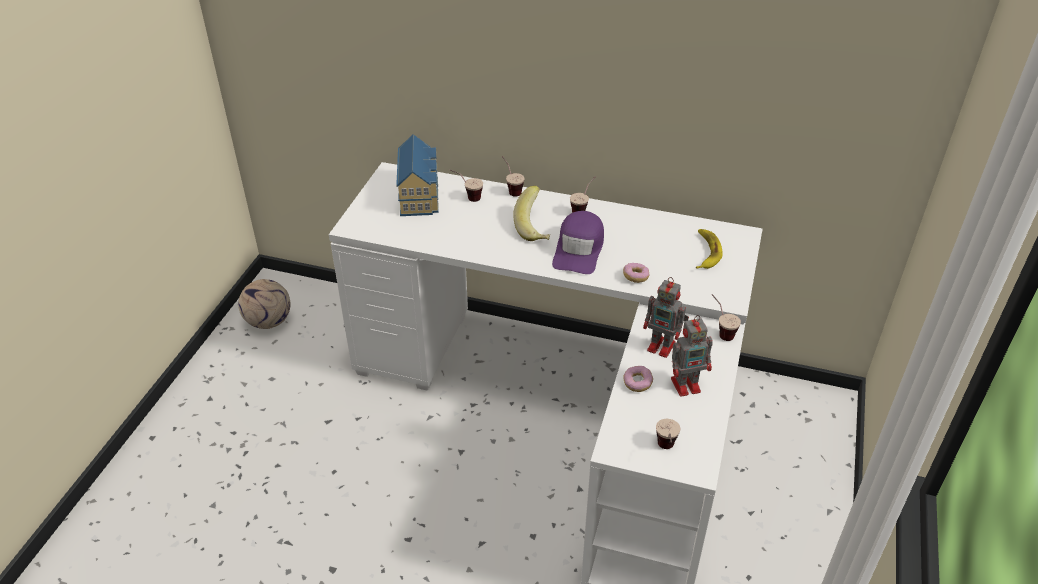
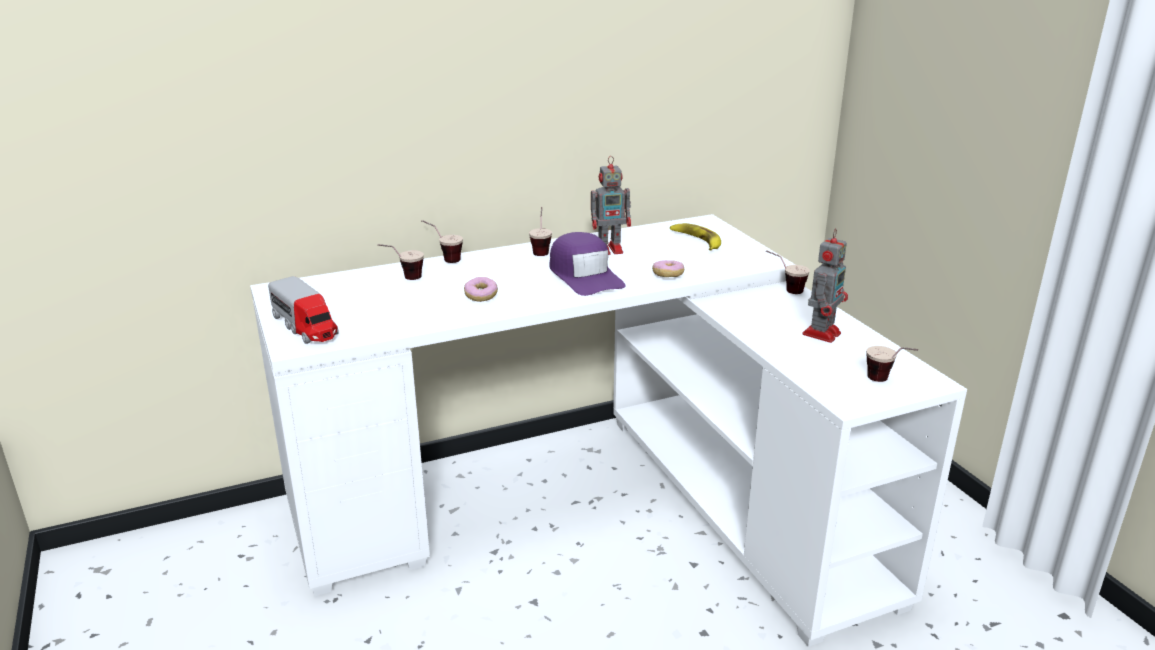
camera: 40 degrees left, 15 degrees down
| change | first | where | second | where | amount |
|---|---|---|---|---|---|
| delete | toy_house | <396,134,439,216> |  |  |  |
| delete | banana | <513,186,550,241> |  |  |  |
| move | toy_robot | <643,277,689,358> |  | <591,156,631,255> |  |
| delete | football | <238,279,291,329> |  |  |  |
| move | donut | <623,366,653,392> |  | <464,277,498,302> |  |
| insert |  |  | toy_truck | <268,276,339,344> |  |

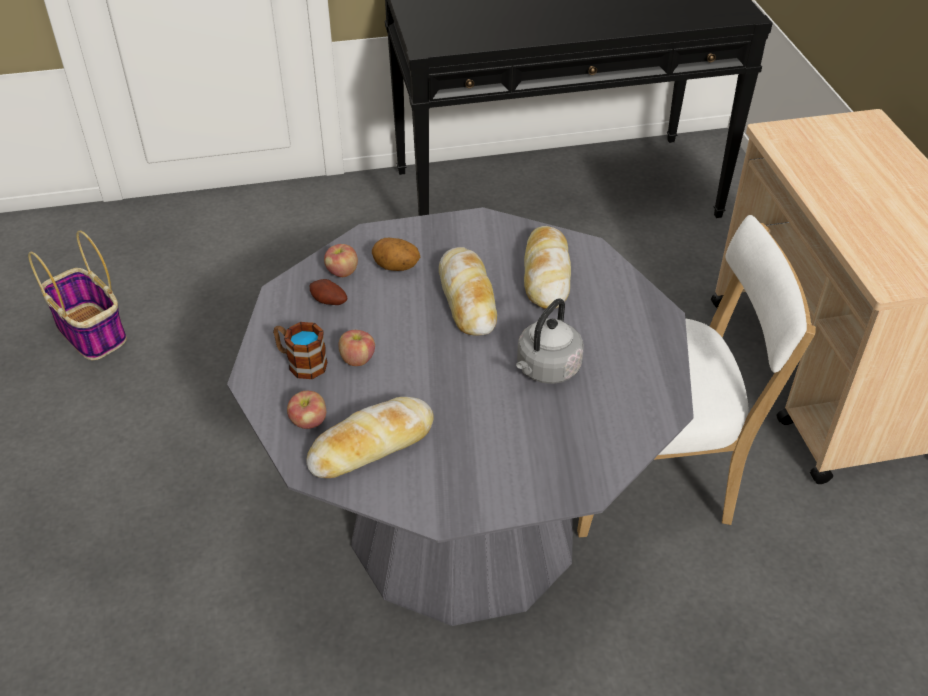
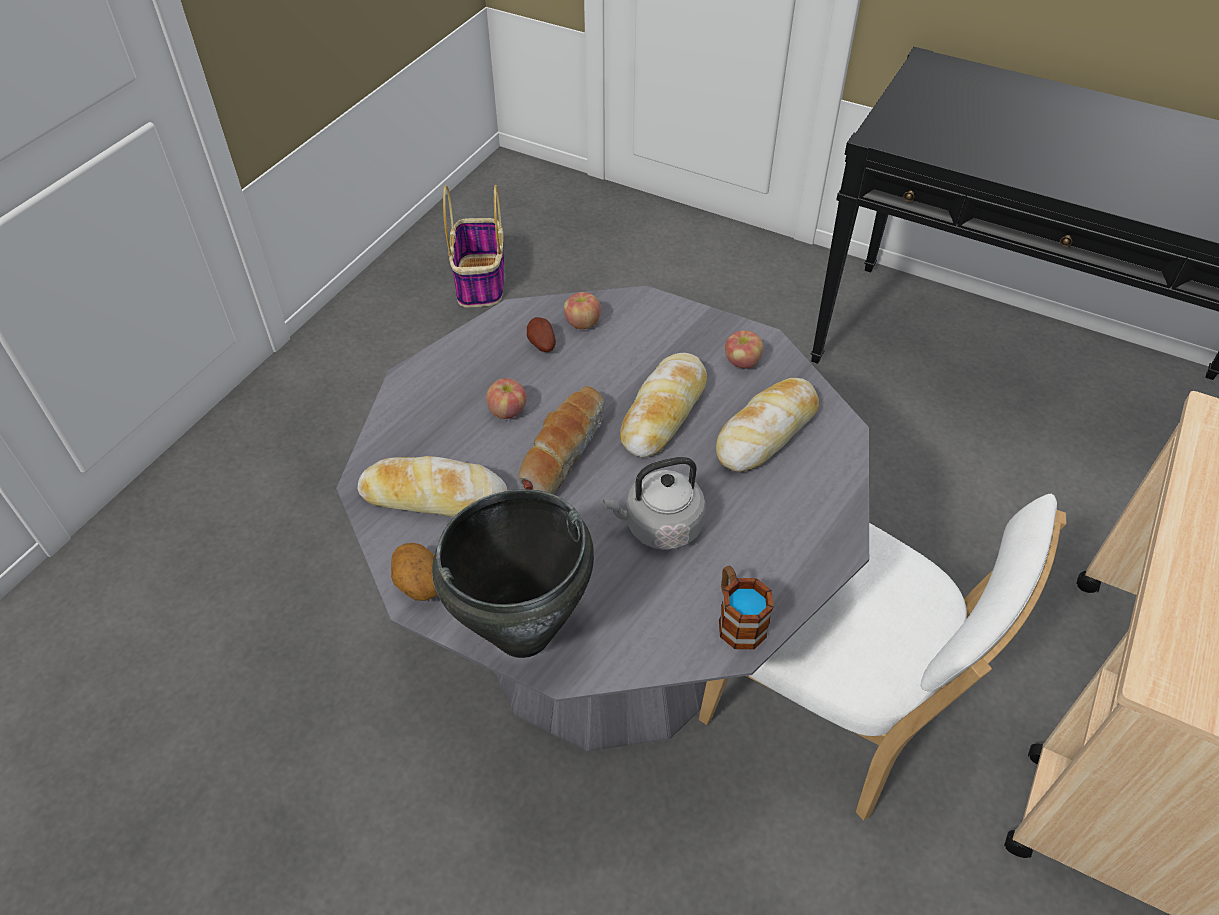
camera: 40 degrees right, 5 degrees up
| change | first | where | second | where | amount |
|---|---|---|---|---|---|
| move | potato | <372,238,420,271> |  | <391,543,437,601> |  |
| move | mug | <273,322,328,379> |  | <719,566,773,649> |  |
| move | apple | <287,391,326,429> |  | <725,330,763,369> |  |
| insert |  |  | bread | <518,386,604,494> |  |
| insert |  |  | black_cooking_pot | <432,489,594,658> |  |

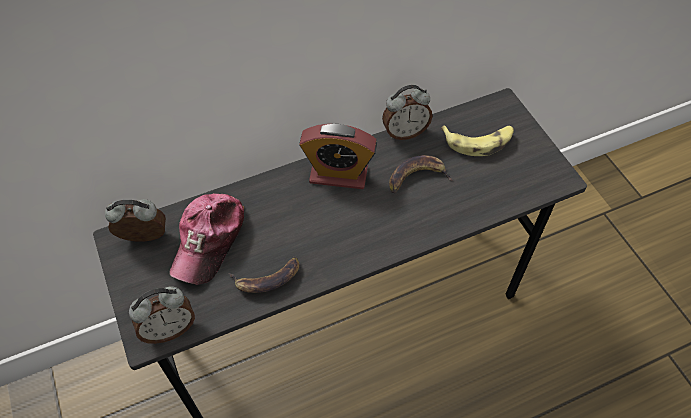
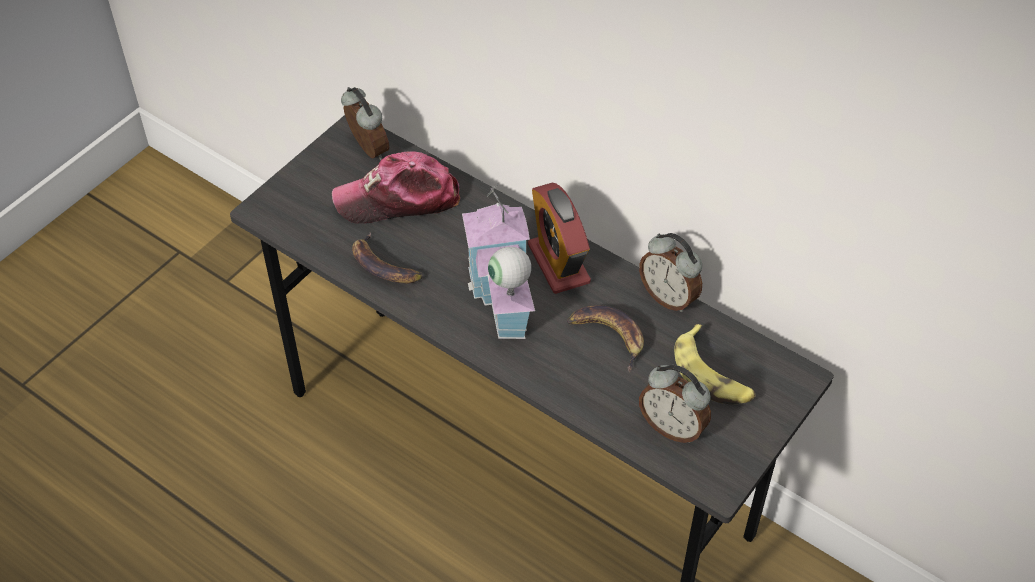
camera: 60 degrees right, 5 degrees down
| change | first | where | second | where | amount |
|---|---|---|---|---|---|
| move | alarm_clock | <129,286,195,344> |  | <639,365,711,443> |  |
| insert |  |  | toy_house | <462,183,535,339> |  |

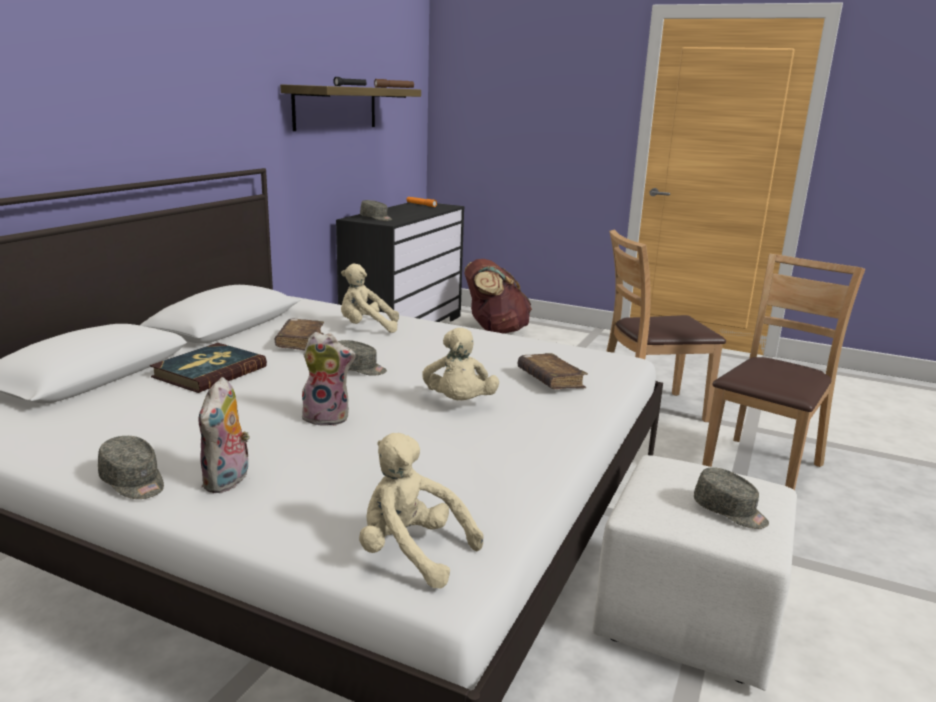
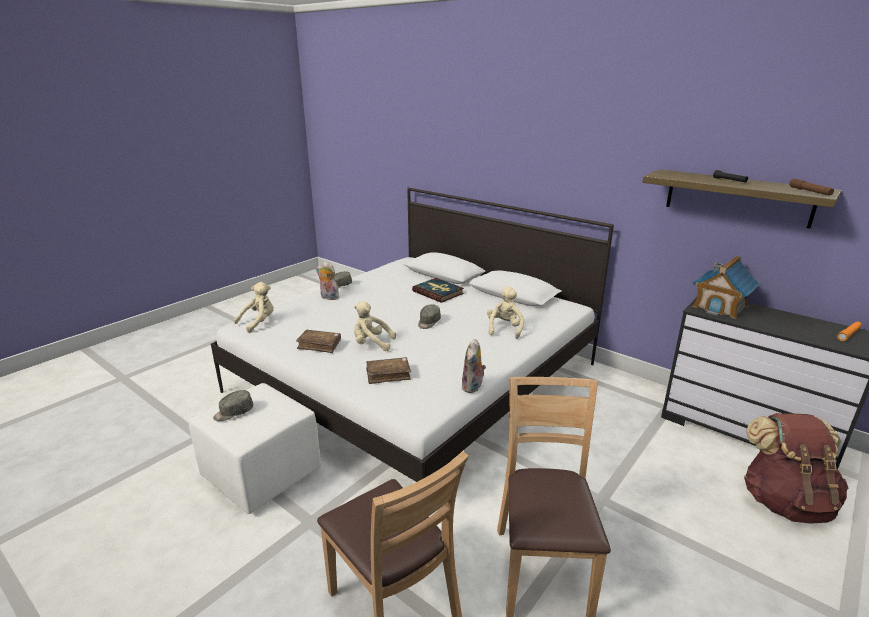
camera: 105 degrees right, 5 degrees up
| change | first | where | second | where | amount |
|---|---|---|---|---|---|
| replace | grey_cap | <360,200,392,221> | toy_house | <692,256,760,319> |  |
| move | brown_book | <275,319,324,351> |  | <296,330,341,353> |  |
| move | plush_toy | <302,332,355,426> |  | <462,339,486,393> |  |

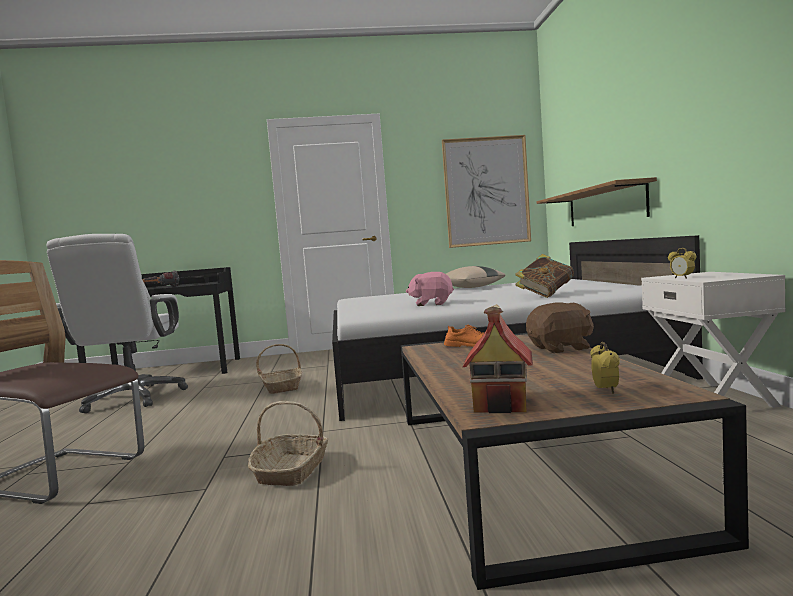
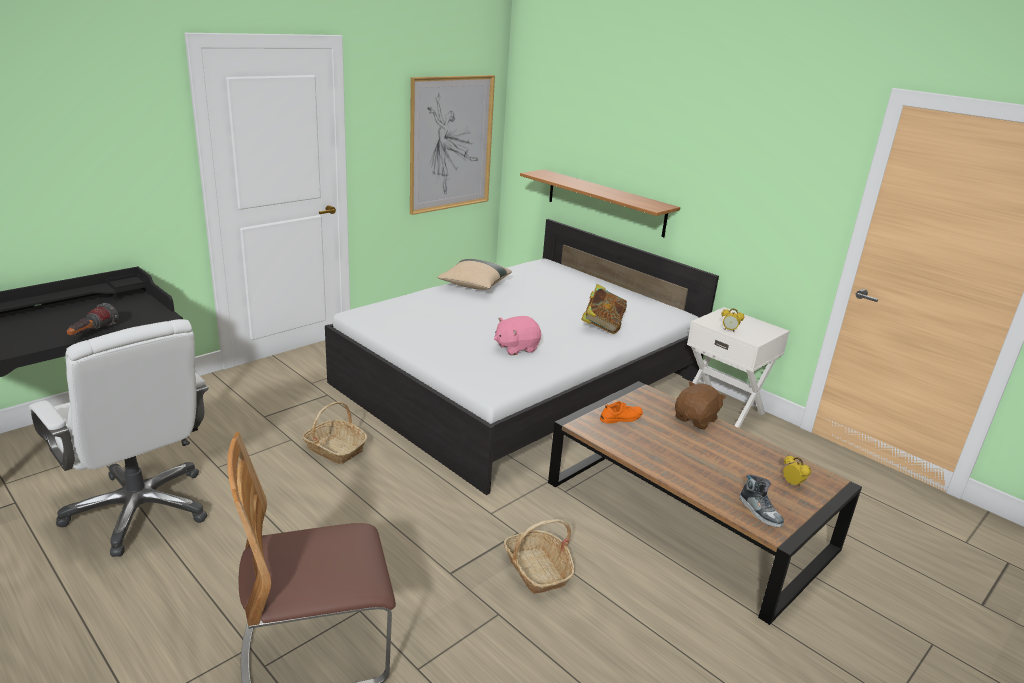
camera: 40 degrees left, 20 degrees up
| change | first | where | second | where | amount |
|---|---|---|---|---|---|
| replace | toy_house | <462,304,533,413> | shoe | <739,474,784,527> |  |

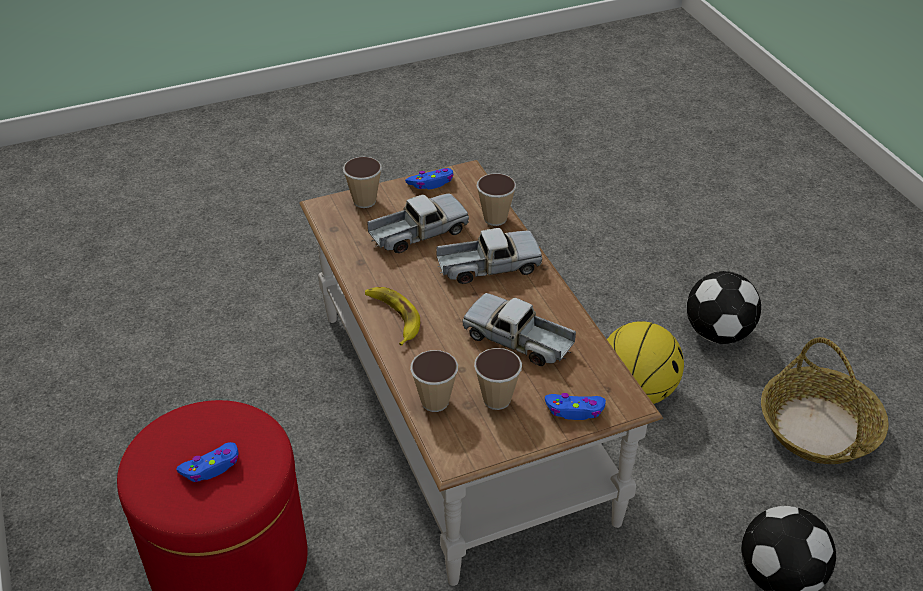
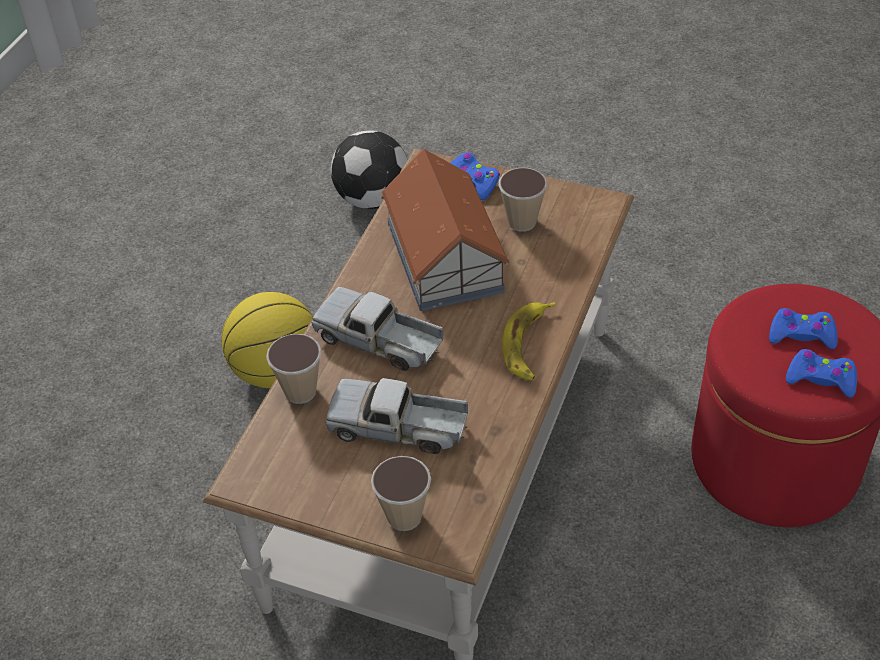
camera: 135 degrees left, 5 degrees up
| change | first | where | second | where | amount |
|---|---|---|---|---|---|
| move | blue_game_controller | <405,168,453,189> |  | <786,349,857,398> |  |
| delete | football | <687,271,761,344> |  |  |  |
| replace | toy_truck | <462,293,576,366> | toy_house | <381,149,510,311> |  |
| delete | basket | <761,337,889,464> |  |  |  |
| delete | cup | <410,350,458,412> |  |  |  |

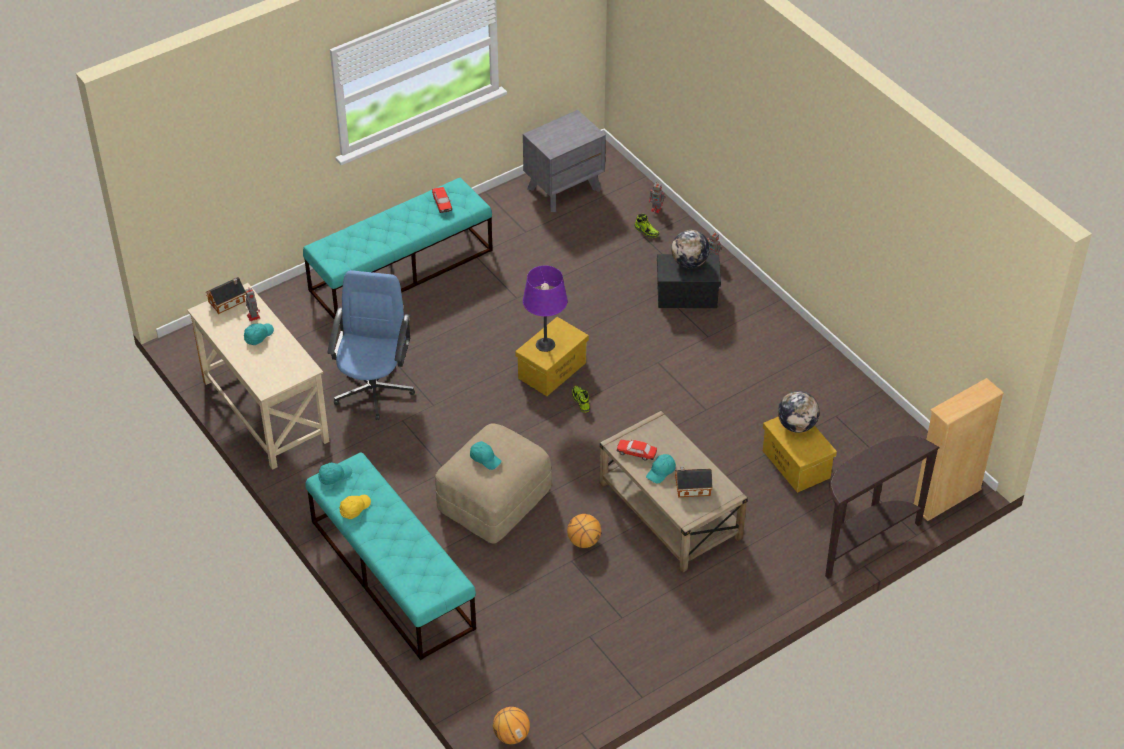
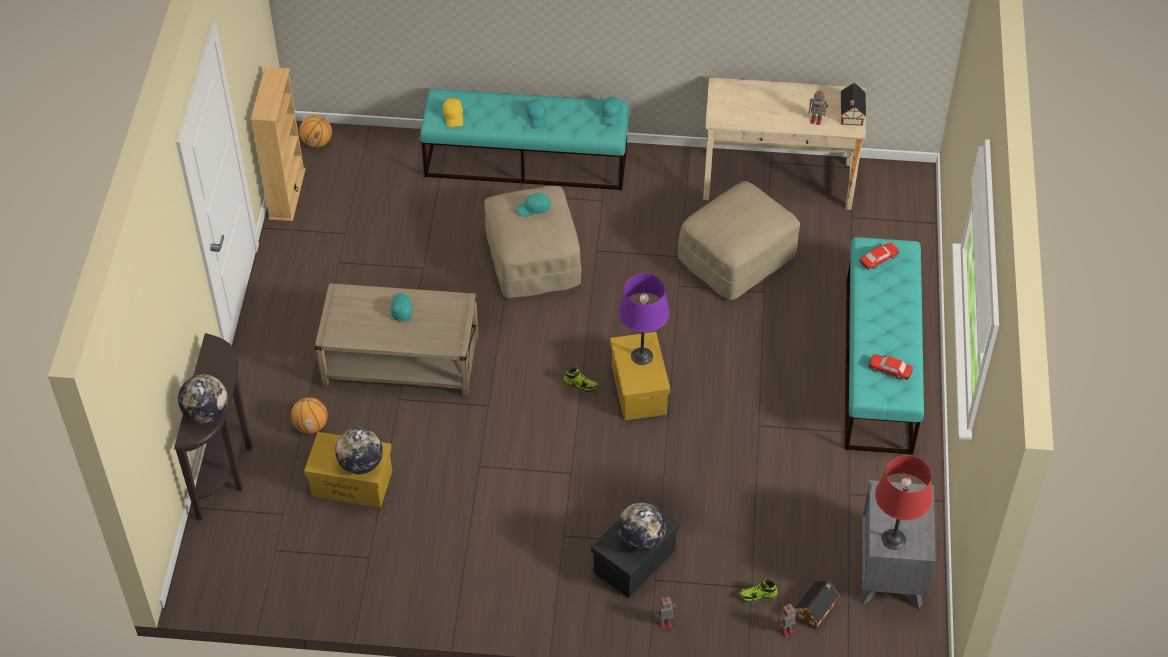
camera: 130 degrees right, 5 degrees up
| change | first | where | second | where | amount |
|---|---|---|---|---|---|
| replace | blue_office_chair | <327,270,415,420> | beige_ottoman | <678,181,800,300> |  |
| move | turquoise_cap | <244,323,274,345> |  | <526,99,547,129> |  |
| move | beige_bookcase | <914,378,1004,521> |  | <250,67,306,221> |  |
| move | toy_car | <617,439,657,460> |  | <859,242,899,270> |  |
| move | toy_house | <675,467,713,497> |  | <795,580,839,629> |  |
| move | yellow_cap | <340,495,371,519> |  | <443,98,463,128> |  |
| move | basketball | <567,514,601,548> |  | <291,397,328,434> |  |
| insert |  |  | globe | <178,374,228,423> |  |
| insert |  |  | red_table_lamp | <875,455,932,550> |  |

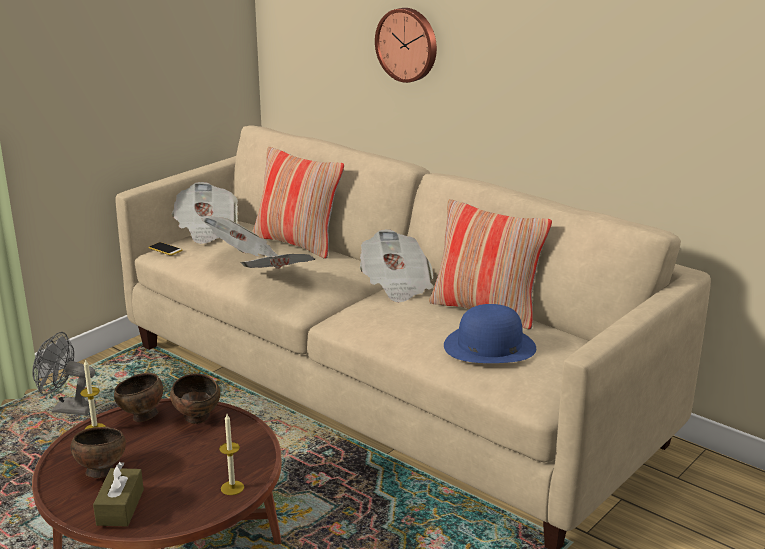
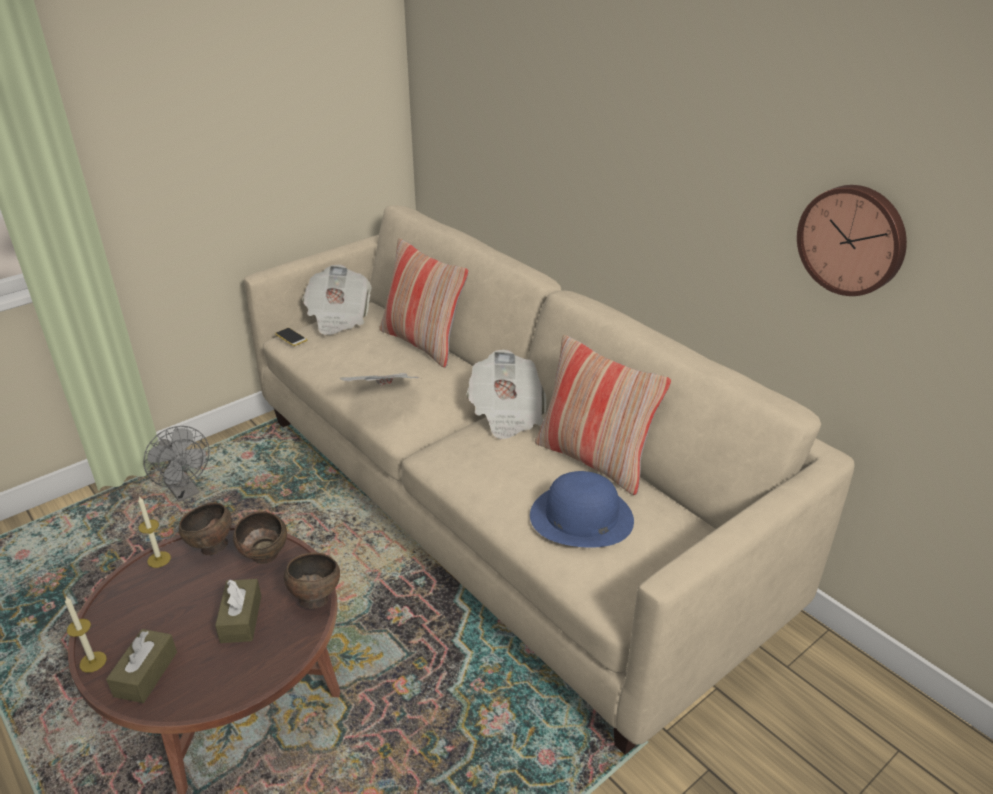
camera: 10 degrees right, 10 degrees up
| change | first | where | second | where | amount |
|---|---|---|---|---|---|
| move | wall_clock | <375,8,437,83> |  | <797,185,907,296> |  |
| delete | newspaper | <201,217,277,257> |  |  |  |
| rotate | grey_fan | <32,332,96,415> |  | <143,426,210,502> | 150 degrees counterclockwise |
| move | candle | <219,414,244,495> |  | <65,597,107,673> |  |
| move | brown_bowl | <70,427,126,478> |  | <284,552,340,609> |  |
| insert |  |  | brown_tissue_box | <215,579,261,643> |  |

